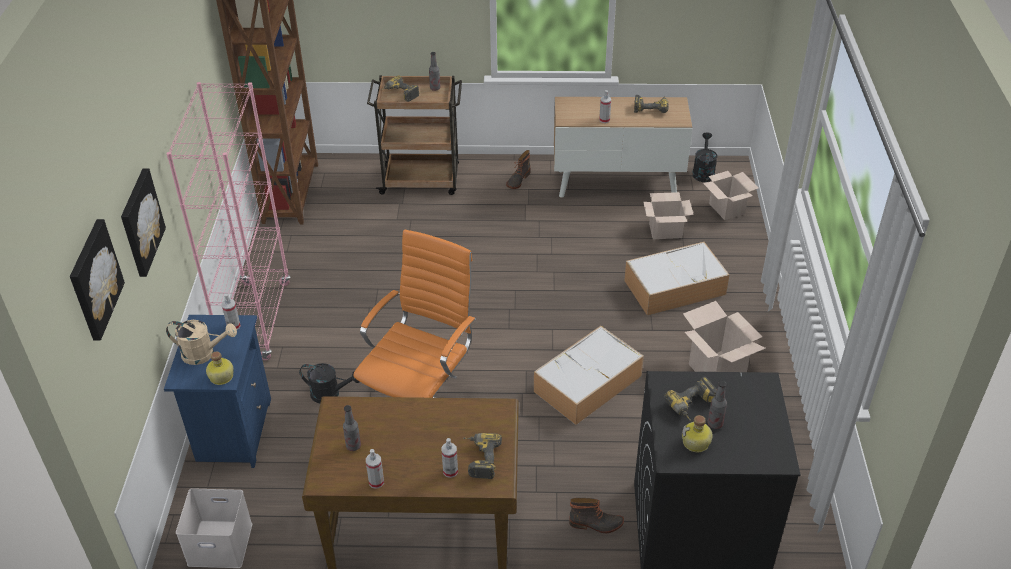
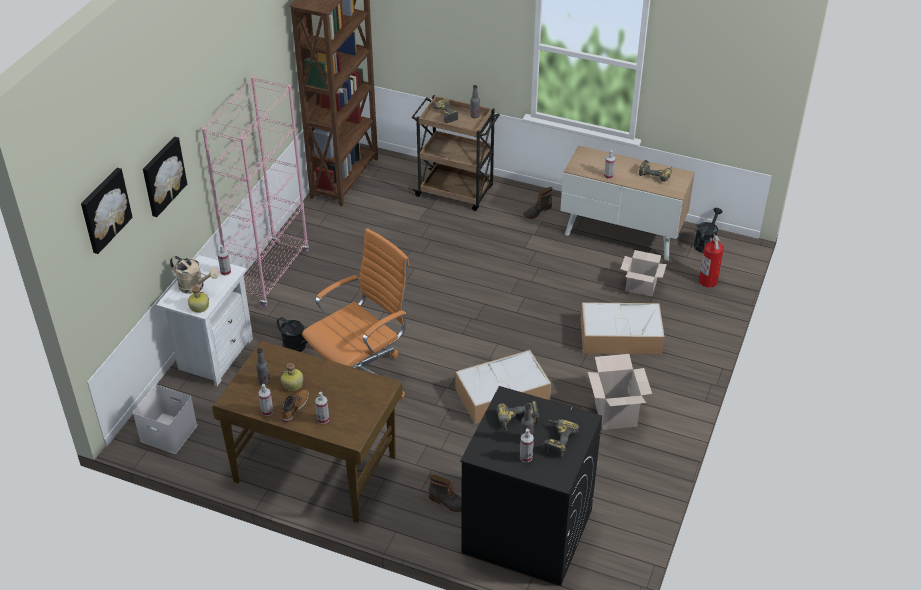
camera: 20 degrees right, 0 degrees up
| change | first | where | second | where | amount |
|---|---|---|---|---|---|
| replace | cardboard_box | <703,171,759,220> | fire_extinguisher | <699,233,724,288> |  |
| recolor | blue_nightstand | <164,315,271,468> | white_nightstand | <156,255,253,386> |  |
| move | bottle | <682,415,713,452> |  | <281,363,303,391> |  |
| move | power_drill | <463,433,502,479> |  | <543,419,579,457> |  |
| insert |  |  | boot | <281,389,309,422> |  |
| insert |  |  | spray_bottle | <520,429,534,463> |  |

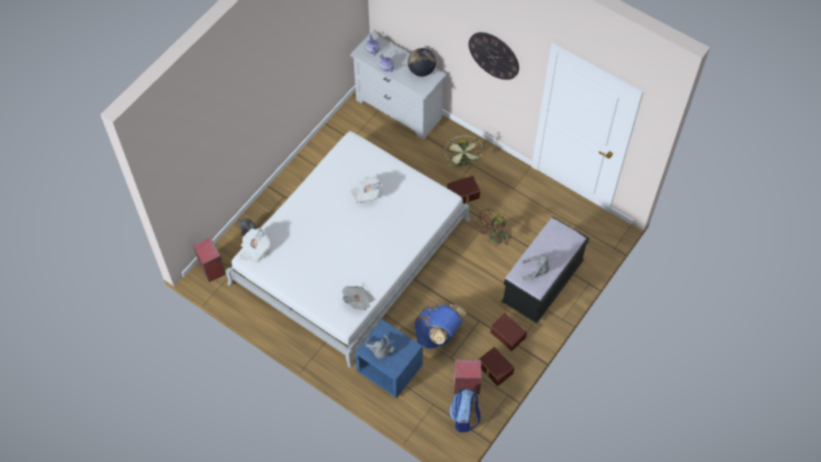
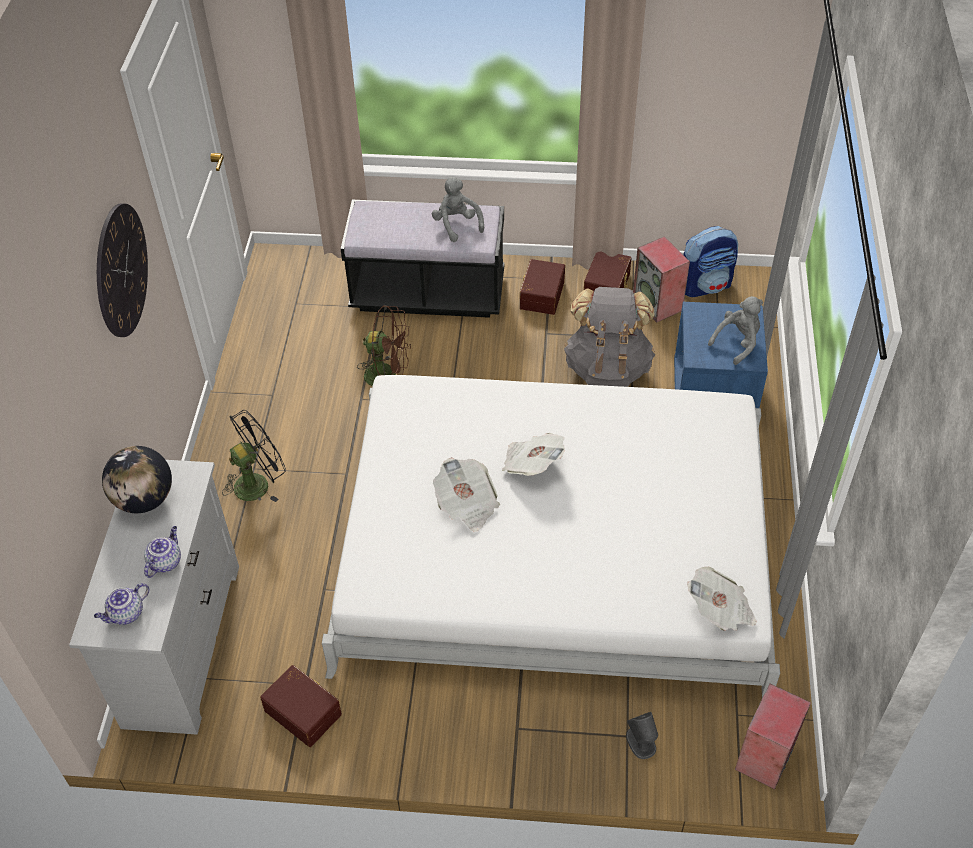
camera: 120 degrees left, 10 degrees down
| change | first | where | second | where | amount |
|---|---|---|---|---|---|
| recolor | green_fan | <444,136,483,167> | black_fan | <222,410,286,502> |  |
| move | brown_storage_box | <447,176,480,203> |  | <260,665,342,747> |  |
| move | newspaper | <342,286,376,310> |  | <502,433,565,476> |  |
| recolor | blue_backpack | <414,304,467,349> | grey_backpack | <564,287,656,387> |  |

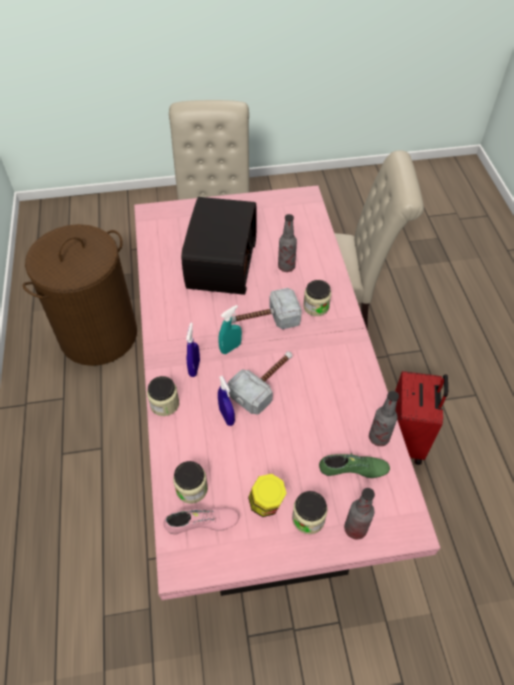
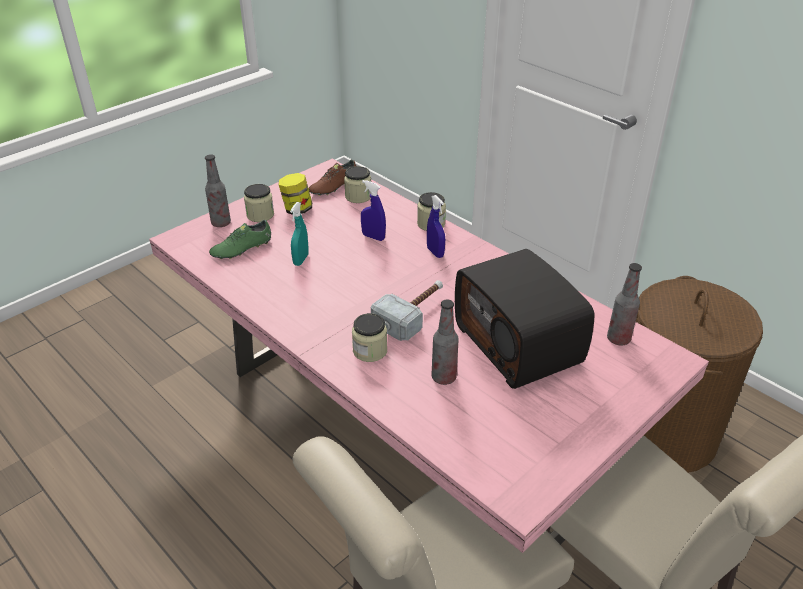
camera: 145 degrees right, 15 degrees down
| change | first | where | second | where | amount |
|---|---|---|---|---|---|
| move | turquoise_spray_bottle | <218,305,242,354> |  | <290,202,309,266> |  |
| delete | hammer | <227,352,292,415> |  |  |  |
| delete | red_suitcase | <395,371,448,465> |  |  |  |
| move | bottle | <369,391,399,446> |  | <607,263,642,345> |  |
| recolor | pink_shoe | <163,507,239,534> | brown_shoe | <309,160,356,196> |  |

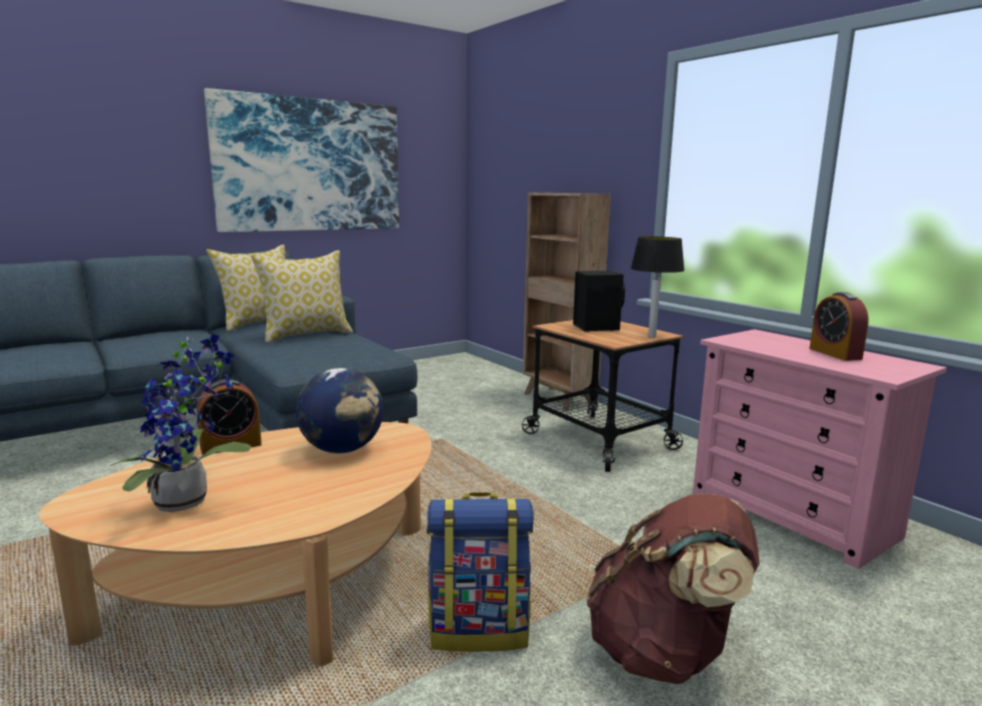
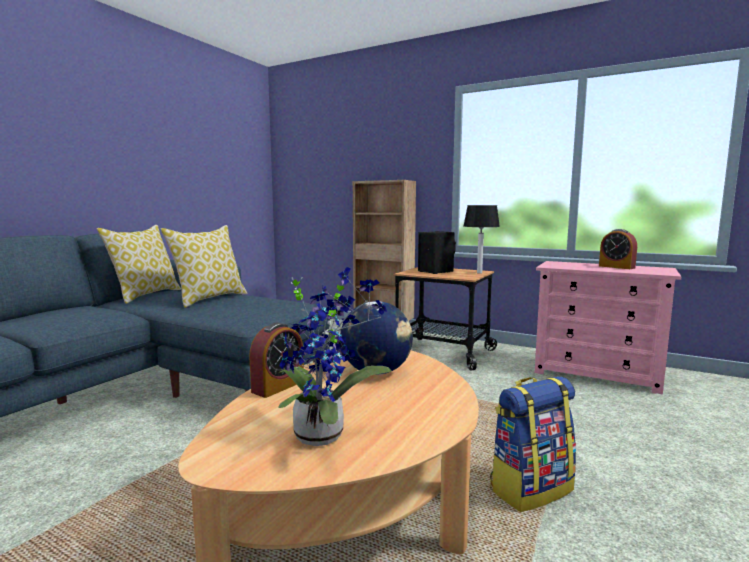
camera: 25 degrees left, 5 degrees down
| change | first | where | second | where | amount |
|---|---|---|---|---|---|
| delete | picture | <204,88,399,232> |  |  |  |
| delete | brown_backpack | <586,493,760,684> |  |  |  |

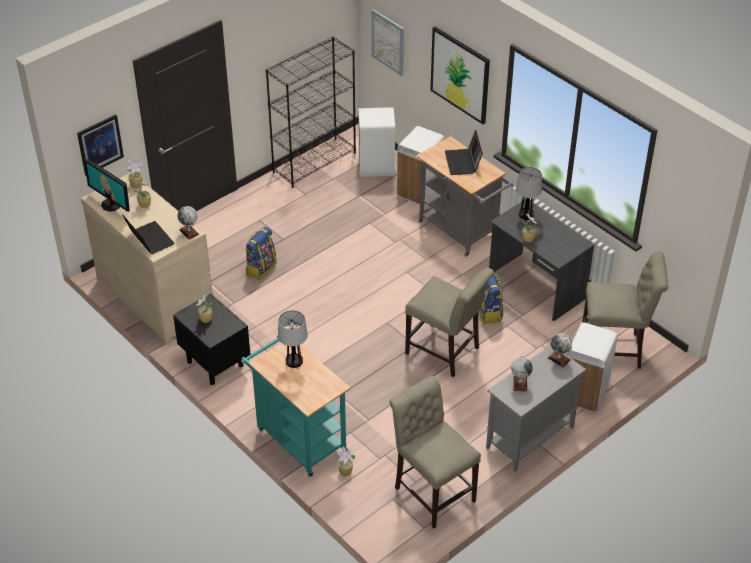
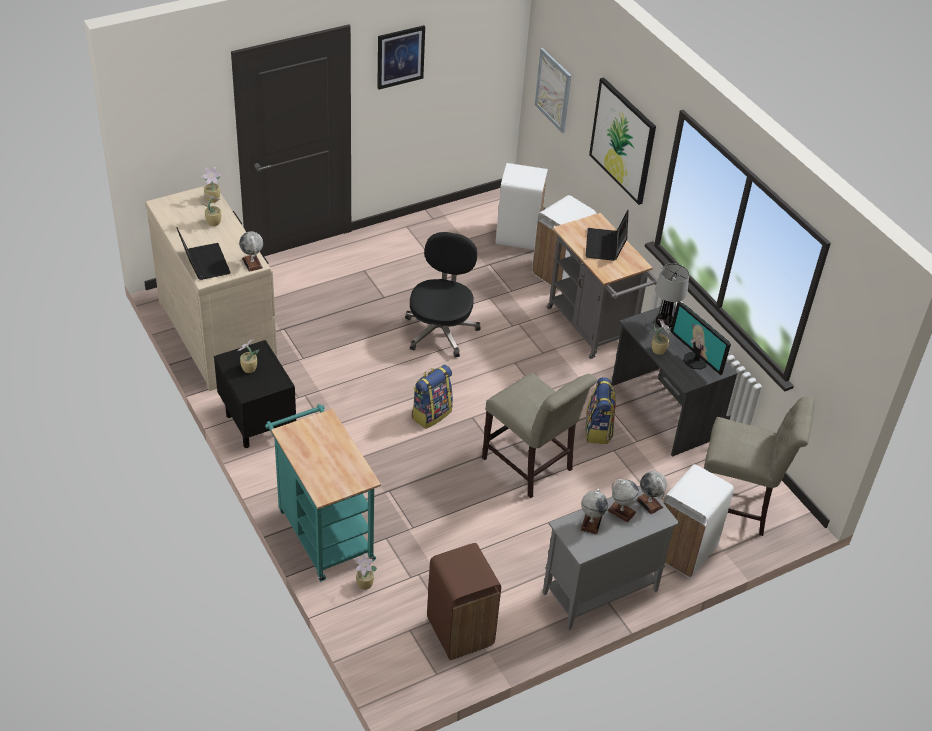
camera: 10 degrees right, 0 degrees up
| change | first | where | second | where | amount |
|---|---|---|---|---|---|
| delete | black_bookcase | <266,36,356,188> |  |  |  |
| move | picture | <77,114,124,175> |  | <377,25,425,90> |  |
| move | monitor | <84,159,130,212> |  | <670,301,731,375> |  |
| move | backpack | <245,227,276,280> |  | <412,365,453,429> |  |
| delete | table_lamp | <278,310,308,368> |  |  |  |
| replace | beige_chair | <390,376,481,528> | brown_trash_can | <427,543,501,660> |  |
| insert |  |  | black_office_chair | <405,232,481,358> |  |
| insert |  |  | globe | <607,479,639,523> |  |

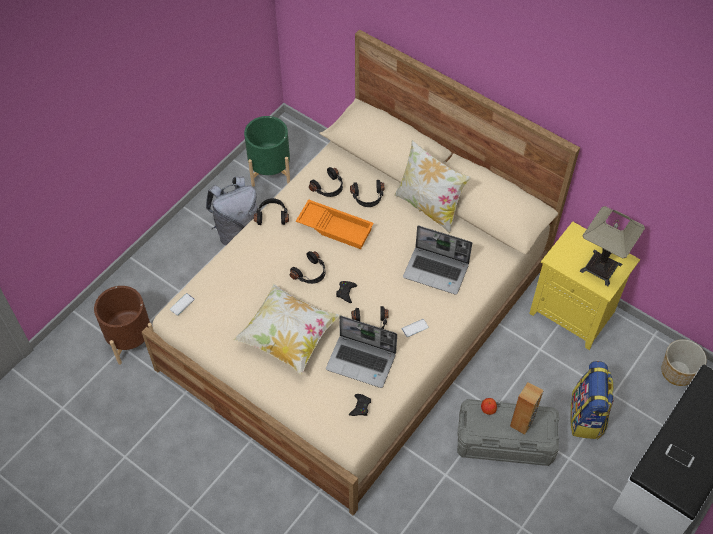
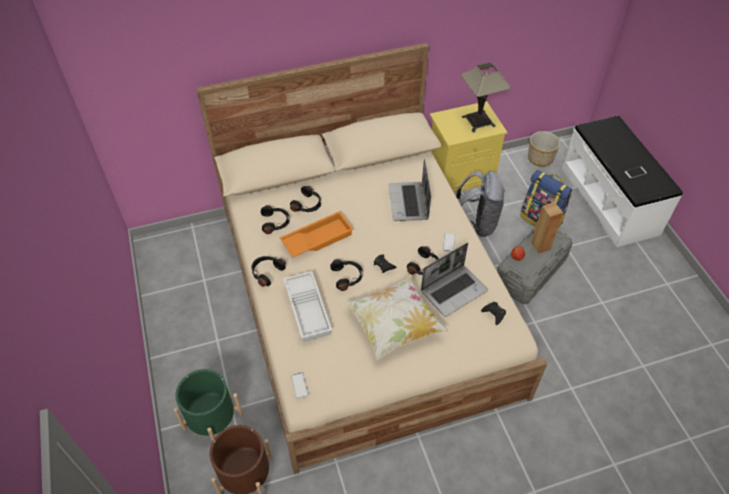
camera: 55 degrees left, 5 degrees down
| change | first | where | second | where | amount |
|---|---|---|---|---|---|
| move | green_planter | <244,116,290,187> |  | <173,369,243,442> |  |
| delete | pillow | <394,140,471,234> |  |  |  |
| move | grey_backpack | <206,177,258,246> |  | <456,171,505,237> |  |
| rotate | laptop | <403,226,472,295> |  | <389,159,431,221> | 120 degrees clockwise |
| insert |  |  | white_tray | <283,271,333,342> |  |

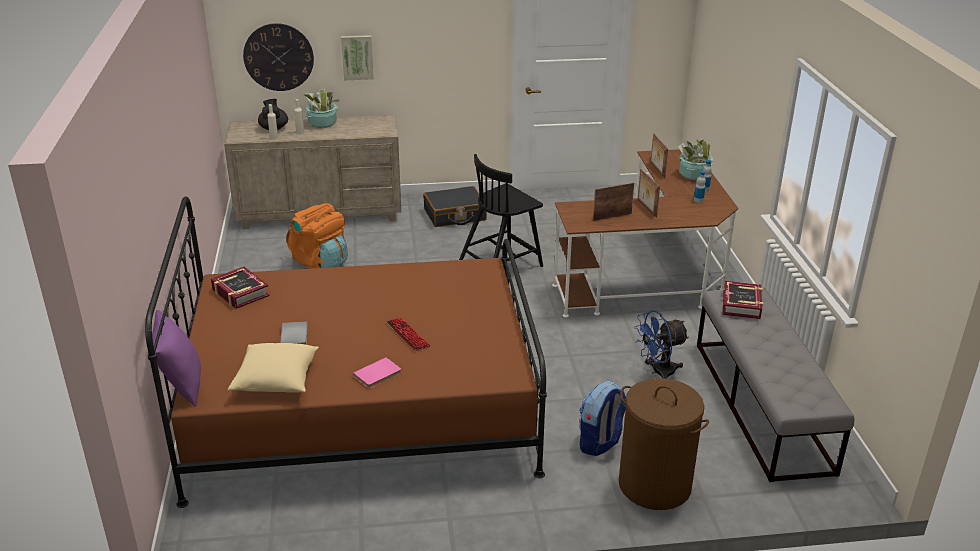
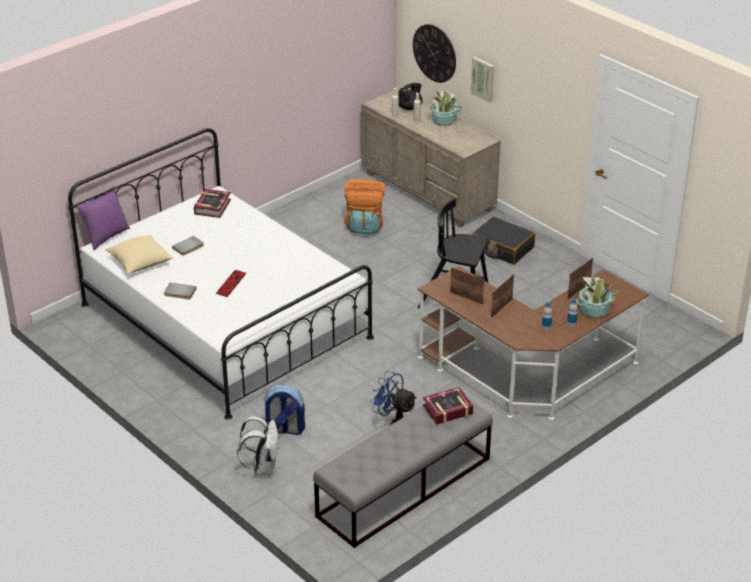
camera: 55 degrees right, 5 degrees up
| change | first | where | second | where | amount |
|---|---|---|---|---|---|
| recolor | brown_bed | <145,196,547,508> | white_bed | <68,128,374,420> |  |
| recolor | pink_book | <353,357,401,389> | grey_book | <164,283,197,299> |  |
| replace | brown_laundry_basket | <619,378,709,510> | white_backpack | <237,416,280,476> |  |

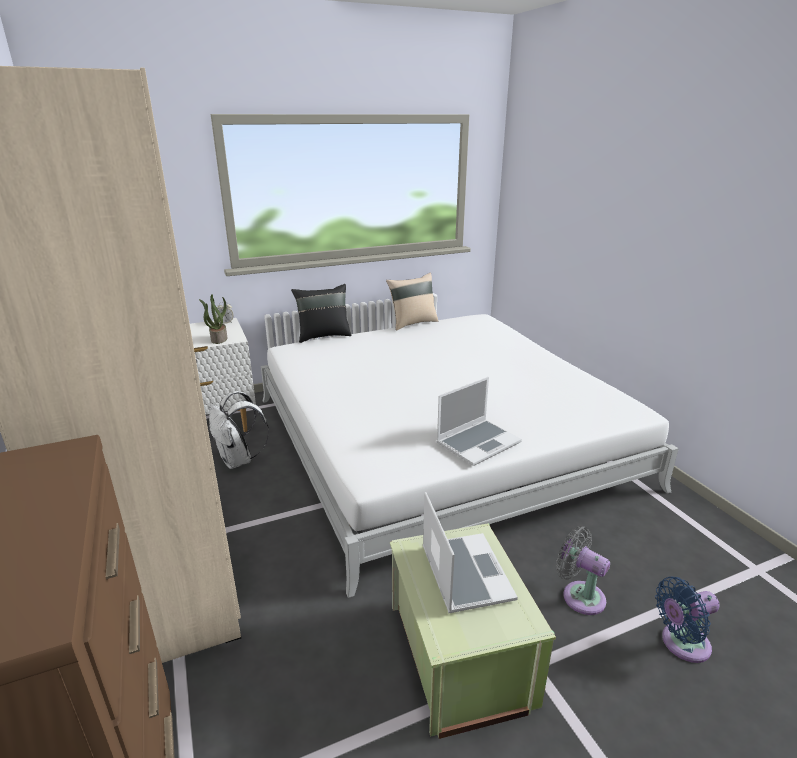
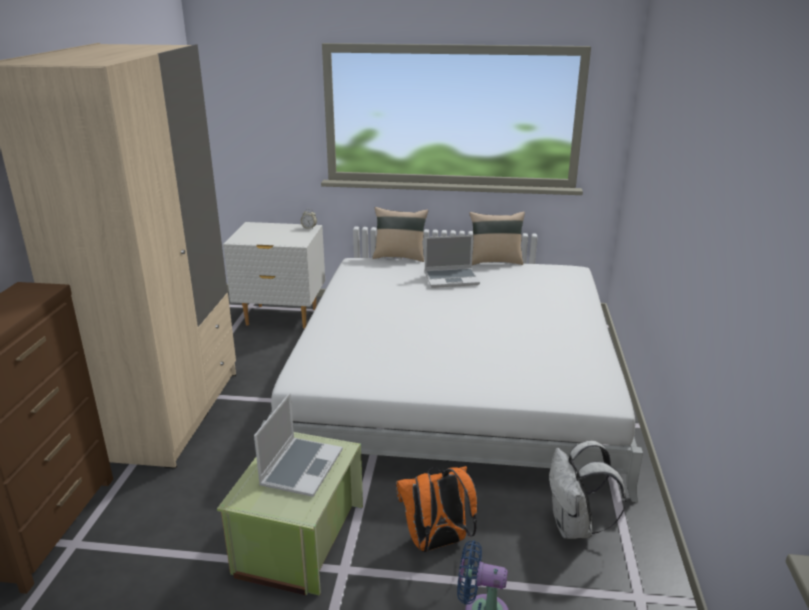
camera: 30 degrees right, 0 degrees up
| change | first | where | second | where | amount |
|---|---|---|---|---|---|
| recolor | black_pillow | <291,284,352,343> | beige_pillow | <373,207,428,262> |  |
| delete | potted_plant | <199,294,227,344> |  |  |  |
| move | laptop | <437,377,522,466> |  | <424,235,480,288> |  |
| move | white_backpack | <209,391,269,469> |  | <549,440,626,539> |  |
| replace | grey_fan | <556,526,610,615> | orange_backpack | <396,466,478,552> |  |

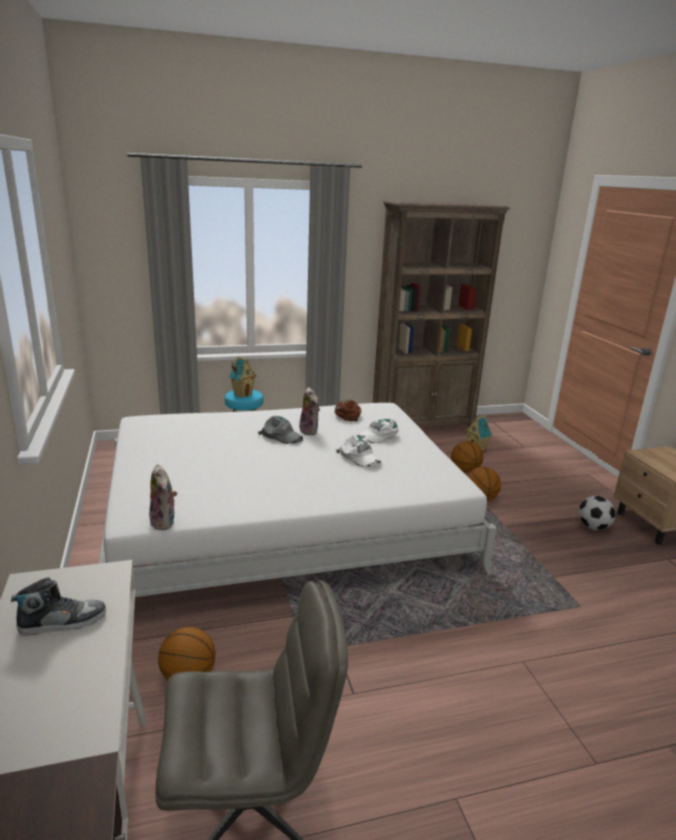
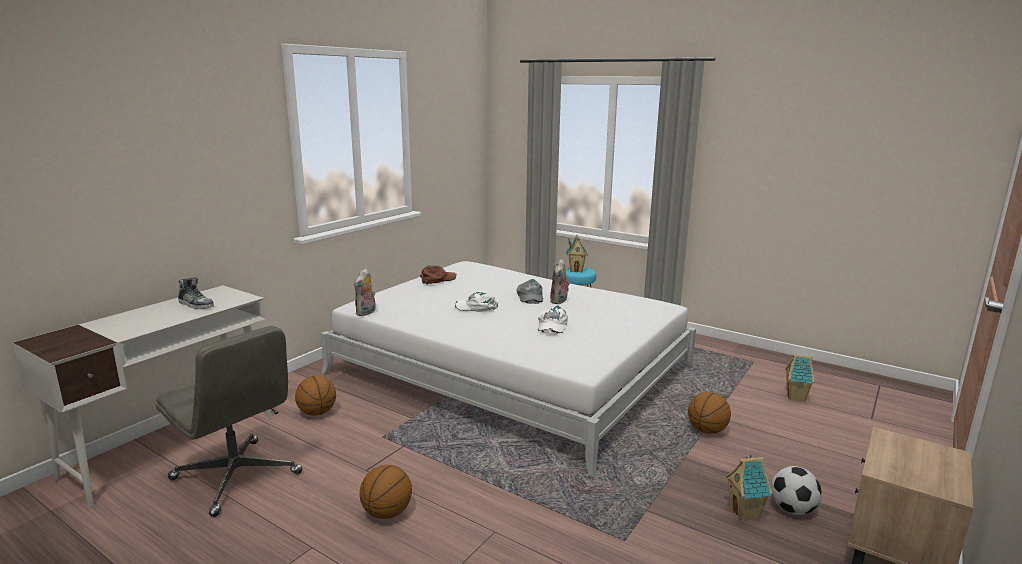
camera: 50 degrees right, 5 degrees down
| change | first | where | second | where | amount |
|---|---|---|---|---|---|
| delete | brown_bookcase | <373,200,510,429> |  |  |  |
| move | brown_cap | <335,399,361,421> |  | <420,265,456,285> |  |
| move | white_cap | <359,419,399,443> |  | <455,292,498,312> |  |
| move | basketball | <451,441,484,473> |  | <360,465,412,519> |  |
| insert |  |  | toy_house | <725,454,773,520> |  |

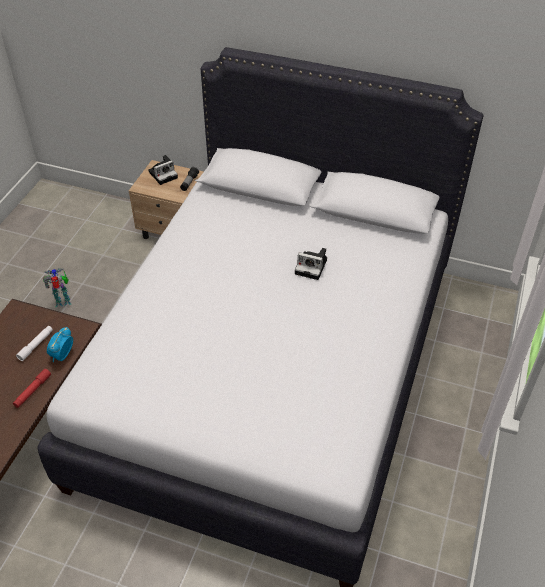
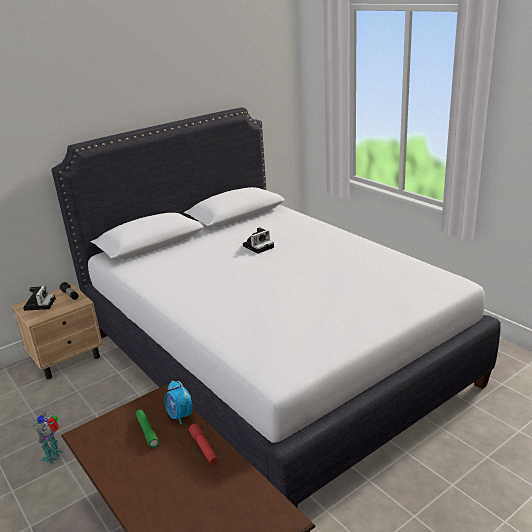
camera: 55 degrees left, 20 degrees down
| change | first | where | second | where | amount |
|---|---|---|---|---|---|
| recolor | white_flashlight | <16,326,53,361> | green_flashlight | <136,409,159,448> |  |

